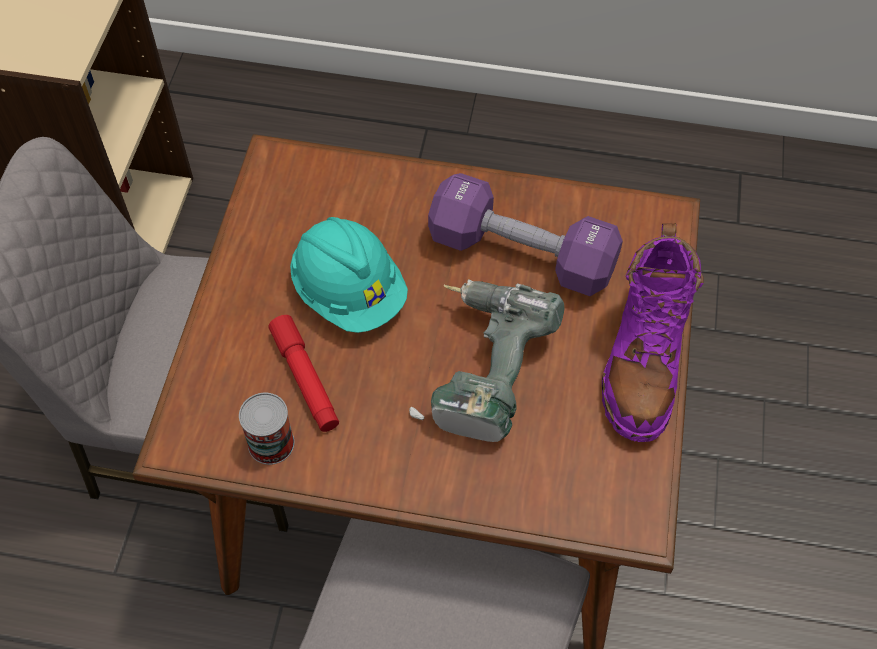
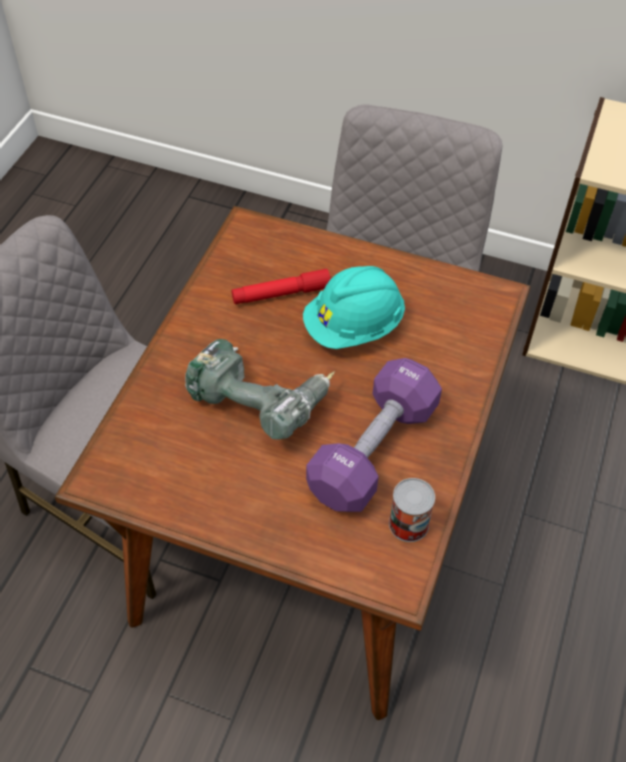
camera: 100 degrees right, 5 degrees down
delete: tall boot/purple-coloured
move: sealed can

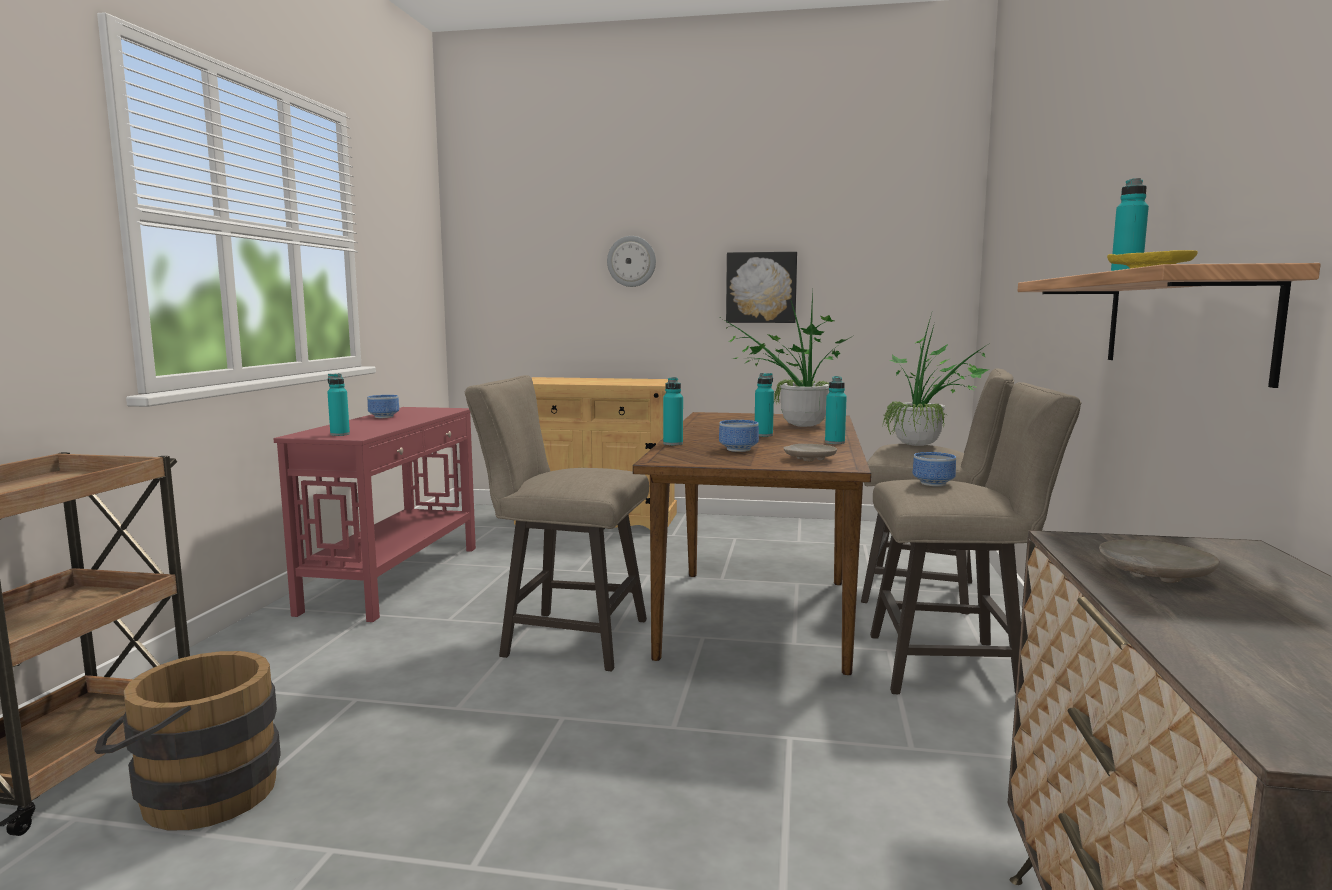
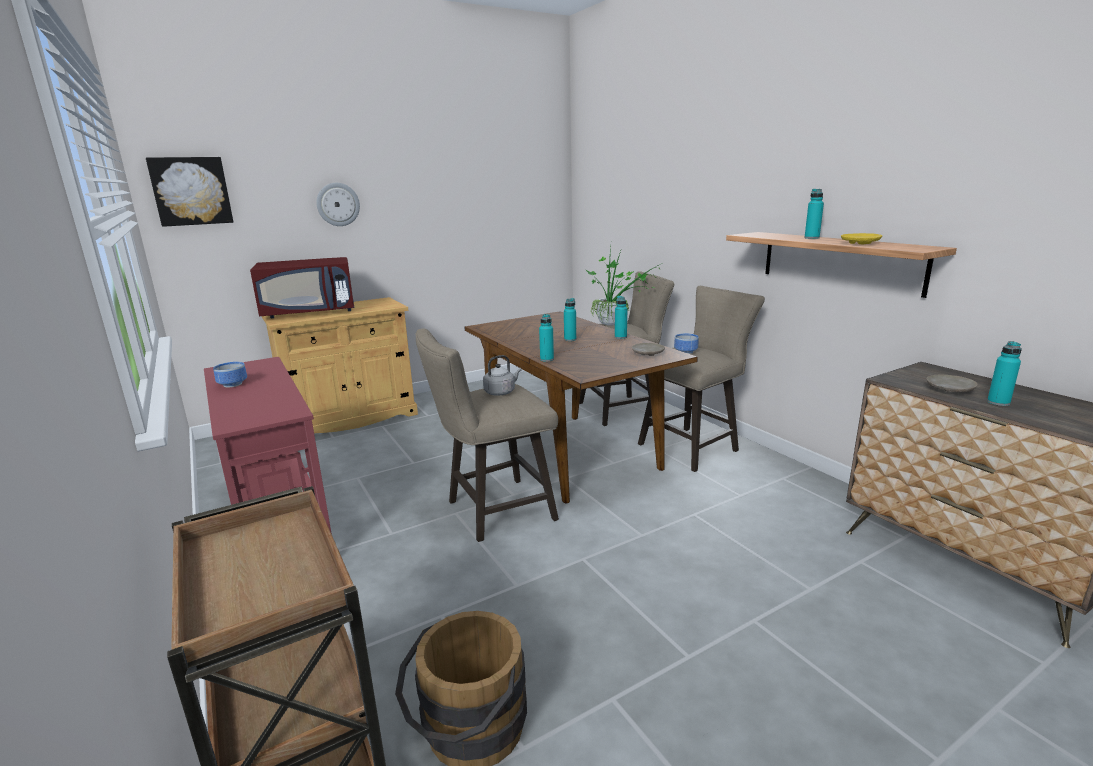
camera: 40 degrees left, 10 degrees up
delete: houseplant (1st from left); bowl (2nd from left)
insert: microwave oven/red; tea kettle/greyish
move: wall picture; beverage bottle/blue-green (1st from left in the first image) to beverage bottle/blue-green (5th from left)

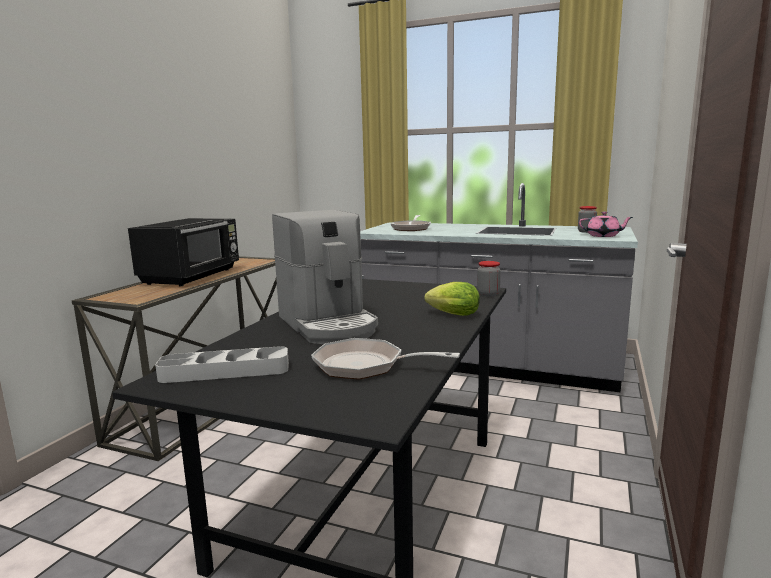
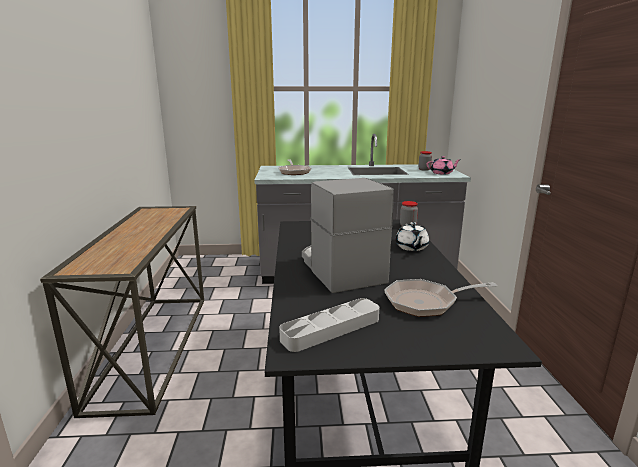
camera: 25 degrees left, 5 degrees up
delete: microwave oven/black-coloured
replace: head of lettuce to teapot/whitish
rotate: coffee machine 150 degrees counterclockwise

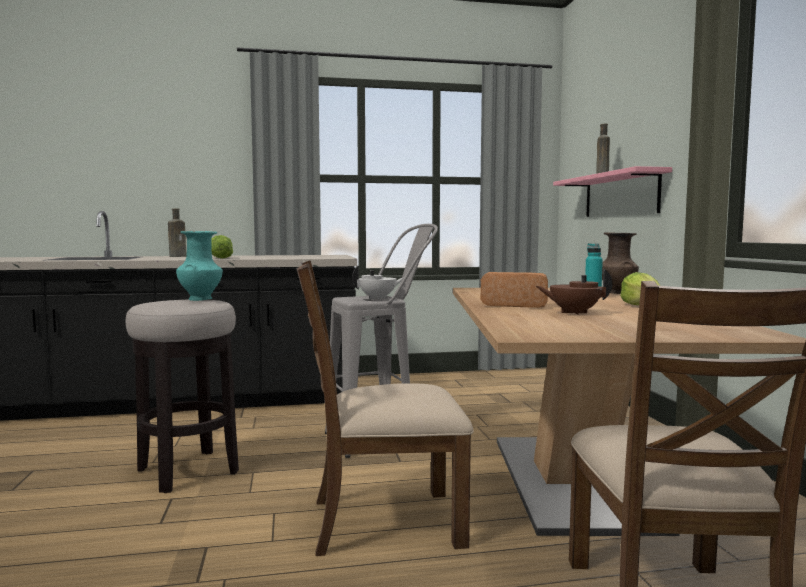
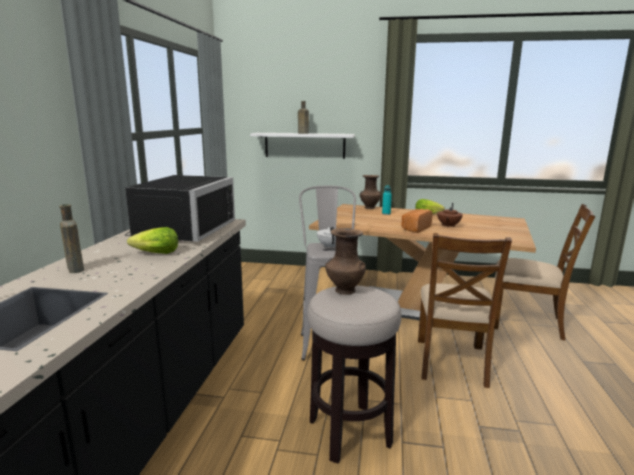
camera: 70 degrees left, 10 degrees up
insert: microwave oven/black-coloured
recolor: bracket shelf/pink-coloured to bracket shelf/whitish; flower vase/blue-green to flower vase/brown (1st from left)

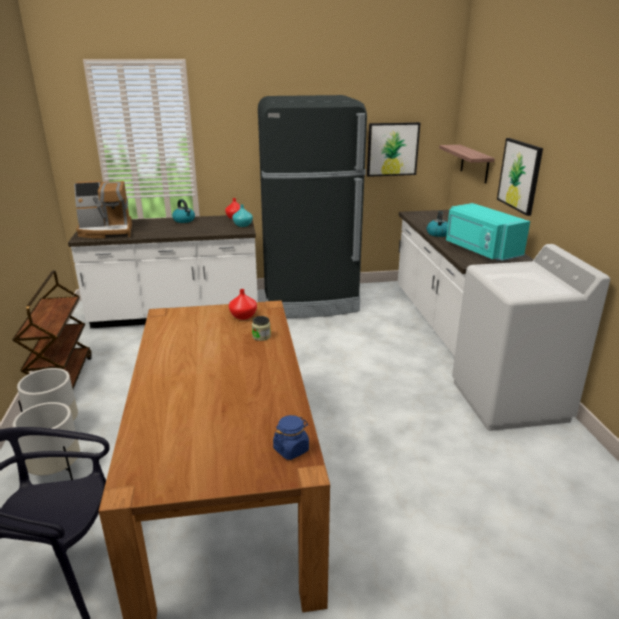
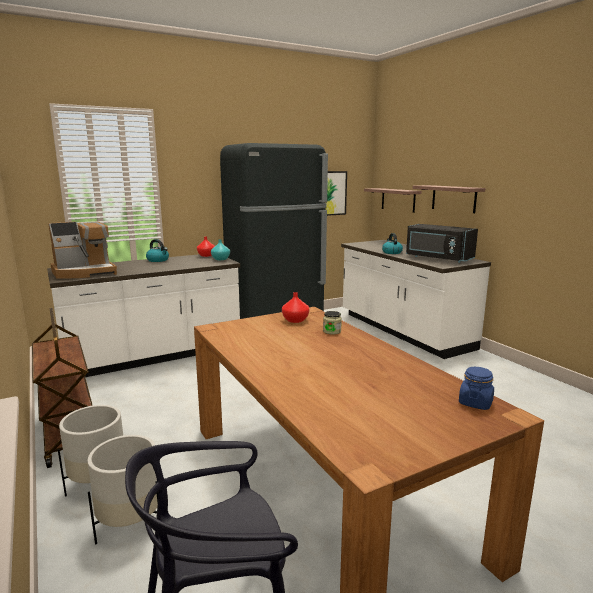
camera: 20 degrees left, 10 degrees down
delete: washing machine/whitish
replace: wall picture (2nd from left) to bracket shelf (2nd from left)
recolor: microwave oven/blue-green to microwave oven/black-coloured

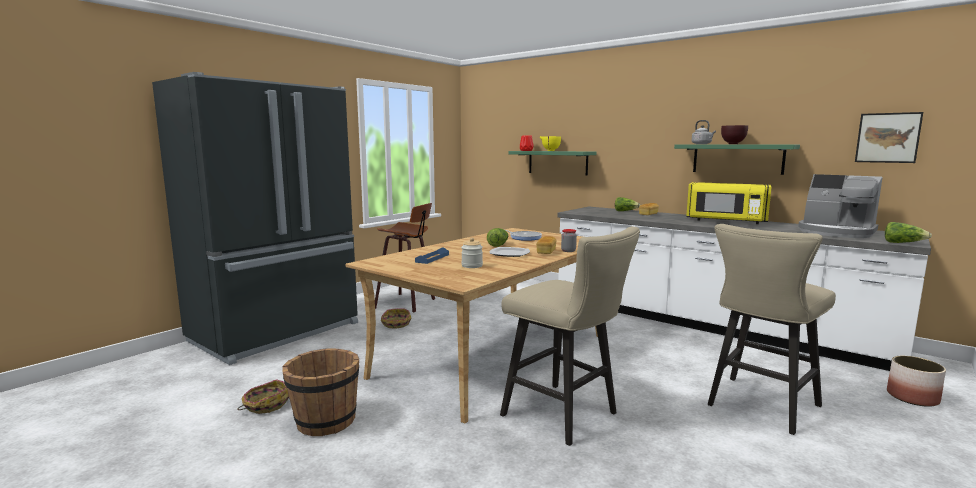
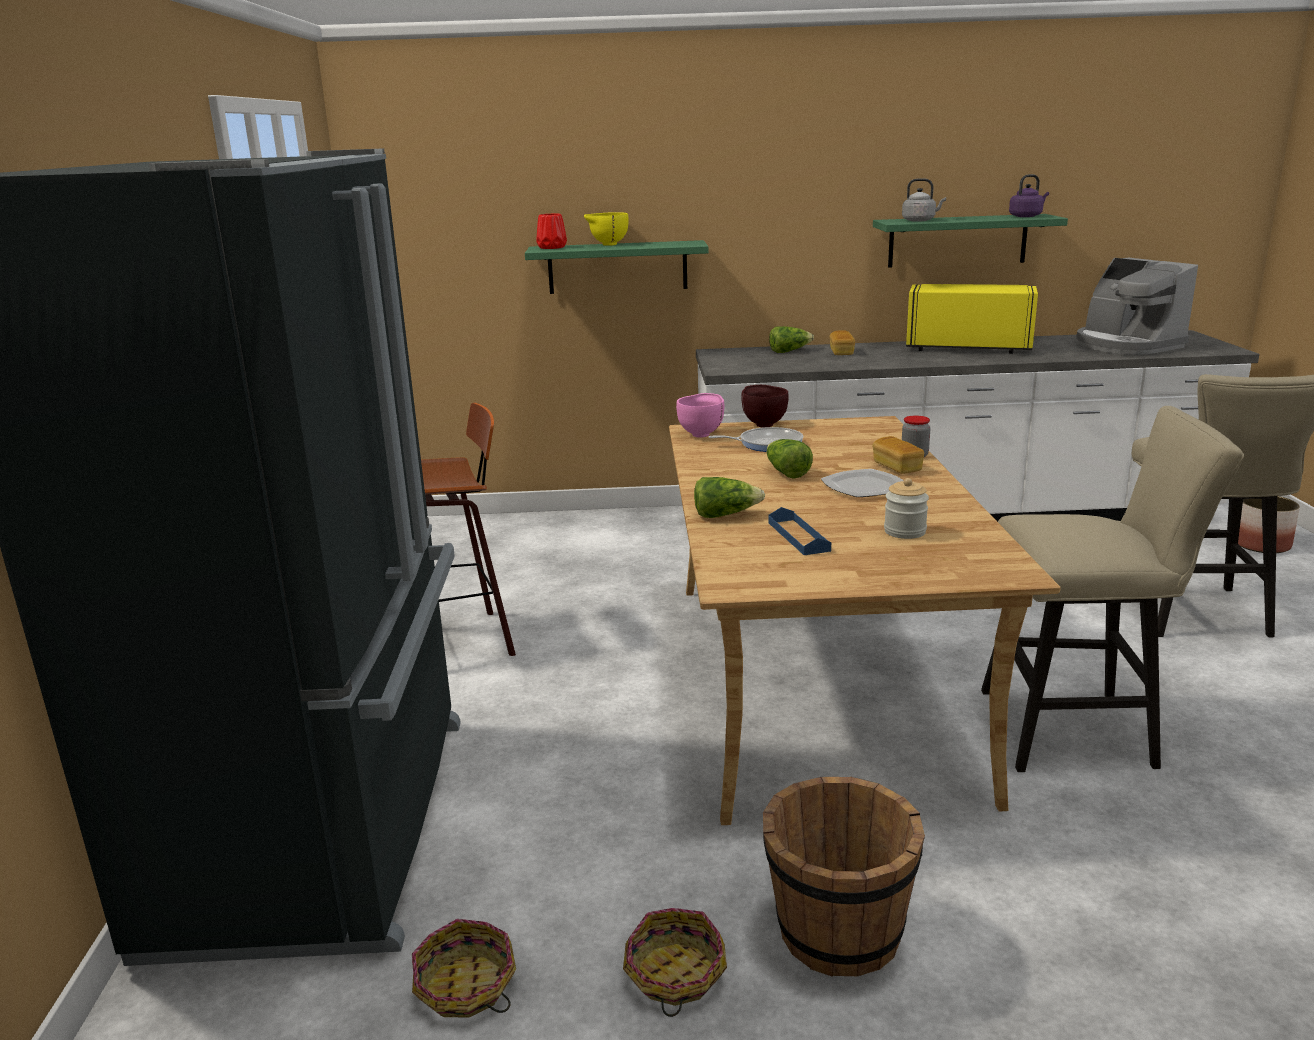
camera: 40 degrees left, 10 degrees up
delete: wall picture
insert: tea kettle/purple-coloured; bowl/pink-coloured
move: bowl/brown; head of lettuce (3rd from left in the first image) to head of lettuce (1st from left); household basket (2nd from left in the first image) to household basket (1st from left)
rotate: coffee machine 60 degrees clockwise; microwave oven/yellowish 150 degrees counterclockwise

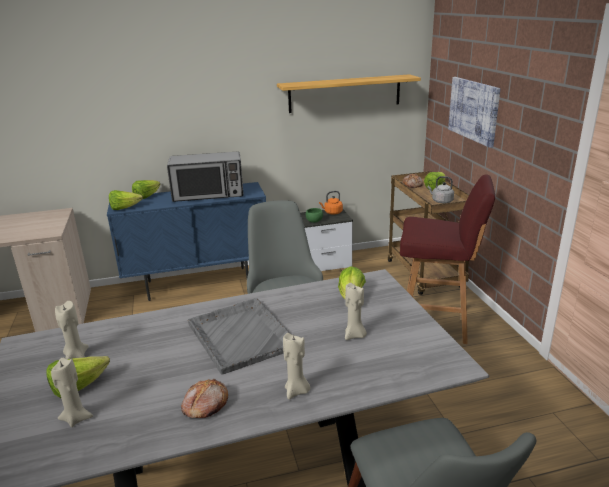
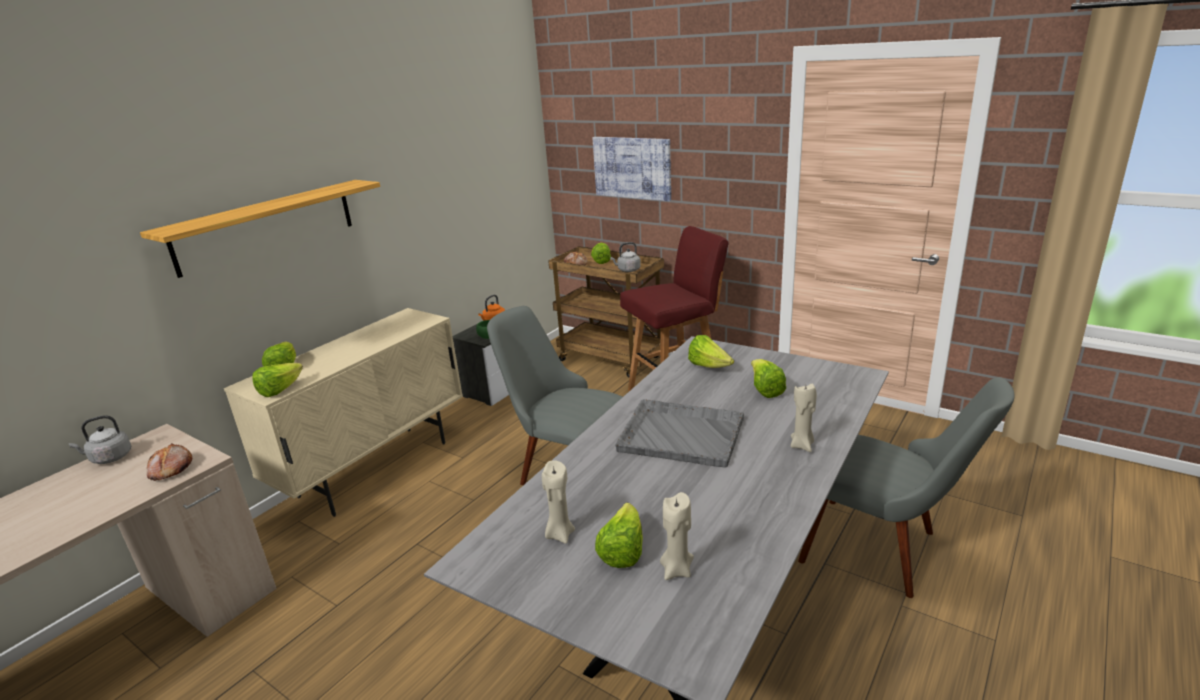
camera: 40 degrees left, 0 degrees up
delete: microwave oven
insert: tea kettle/greyish (1st from left)
move: bracket shelf; baked bread (1st from left)
replace: candle/beige (4th from left) to head of lettuce (6th from left)
recolor: cupboard/bluish to cupboard/beige

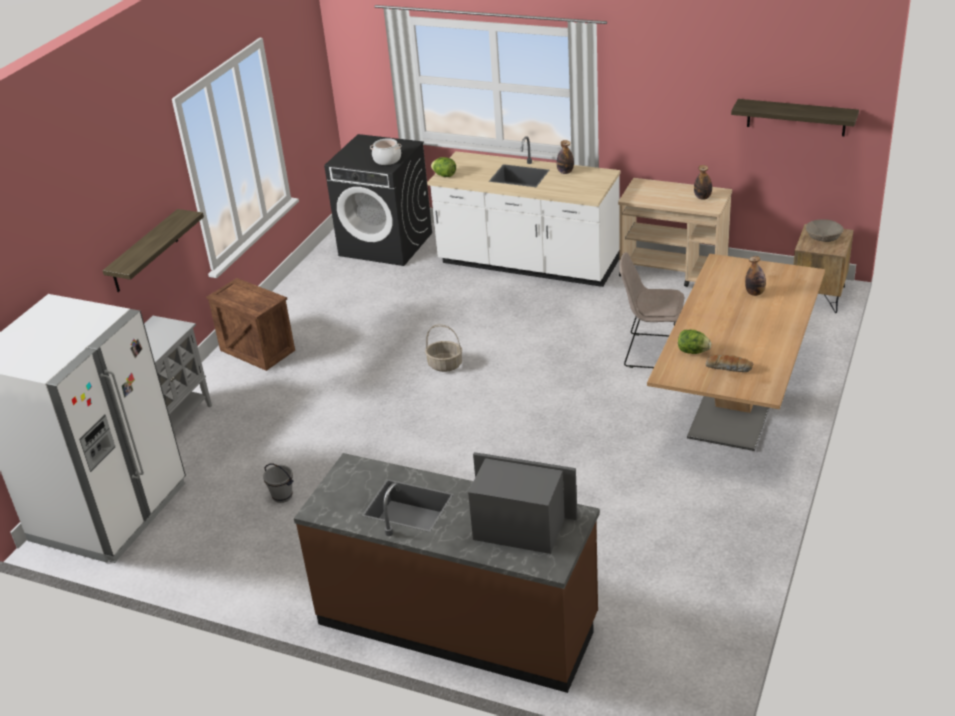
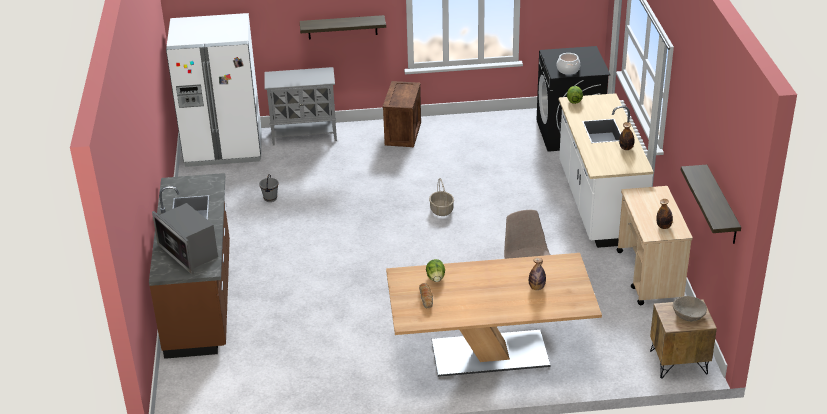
camera: 60 degrees right, 0 degrees up
rotate: microwave oven 150 degrees clockwise

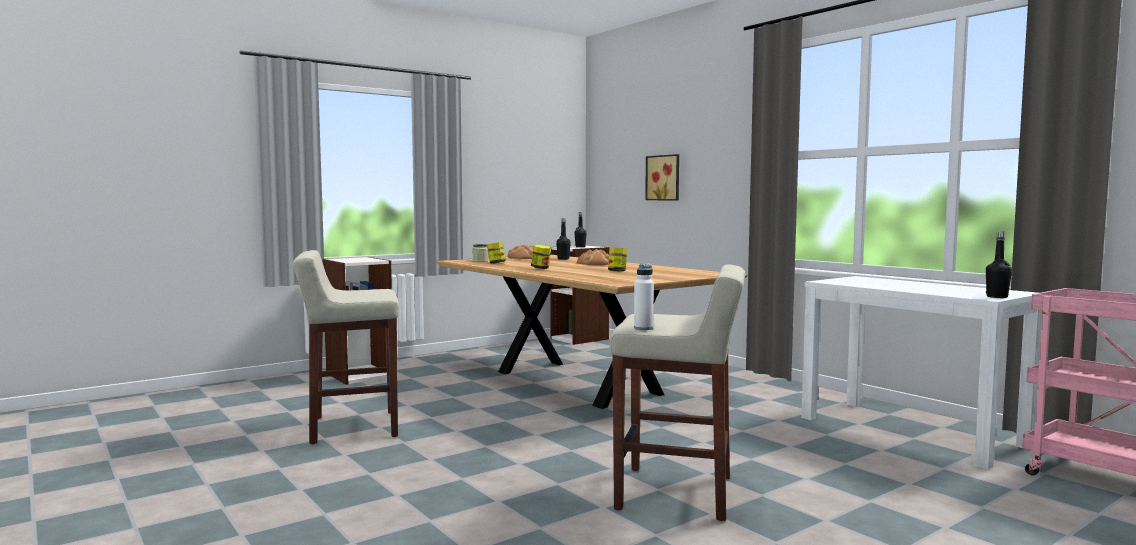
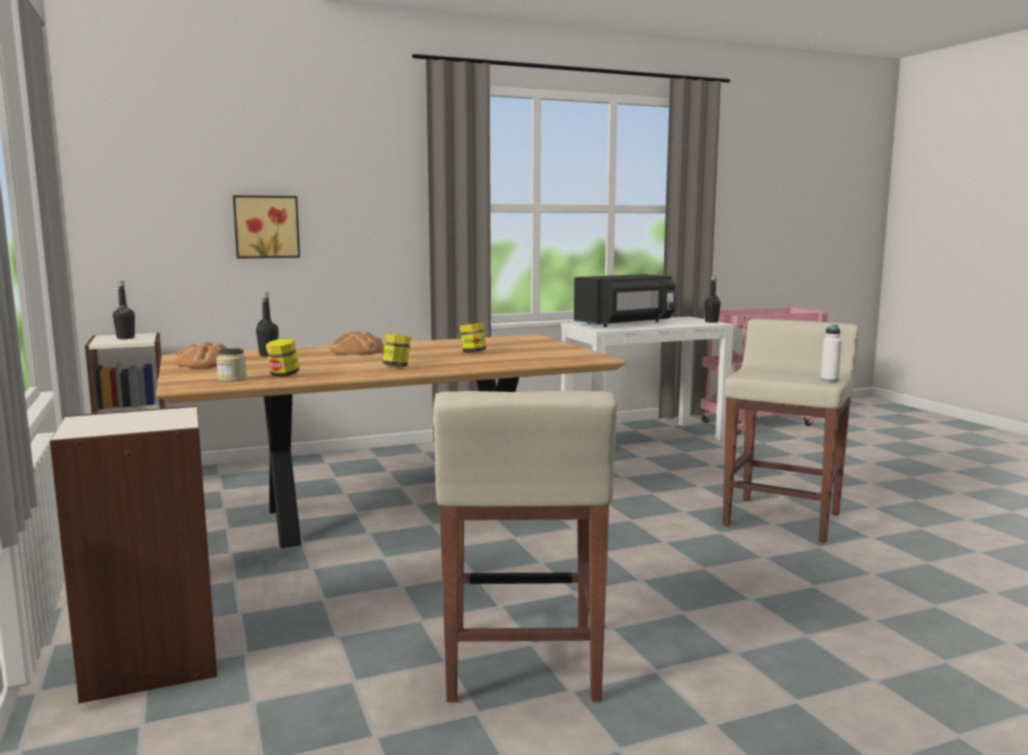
camera: 75 degrees left, 5 degrees up
insert: microwave oven/black-coloured

